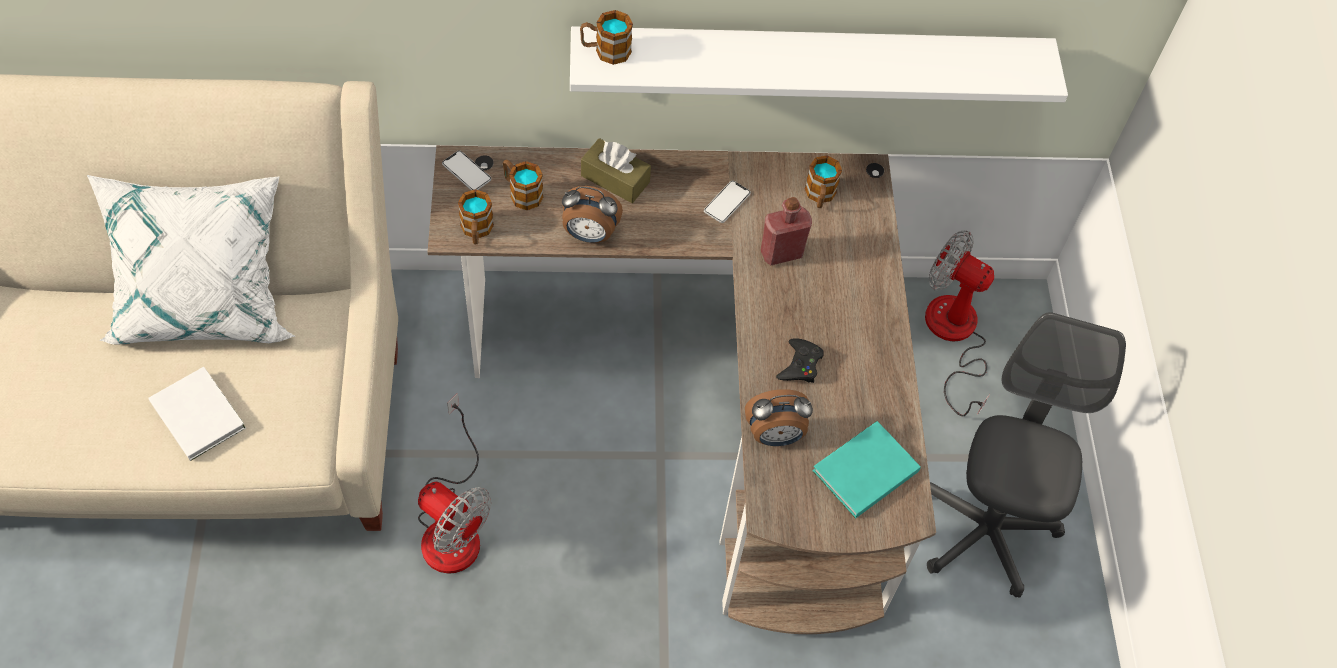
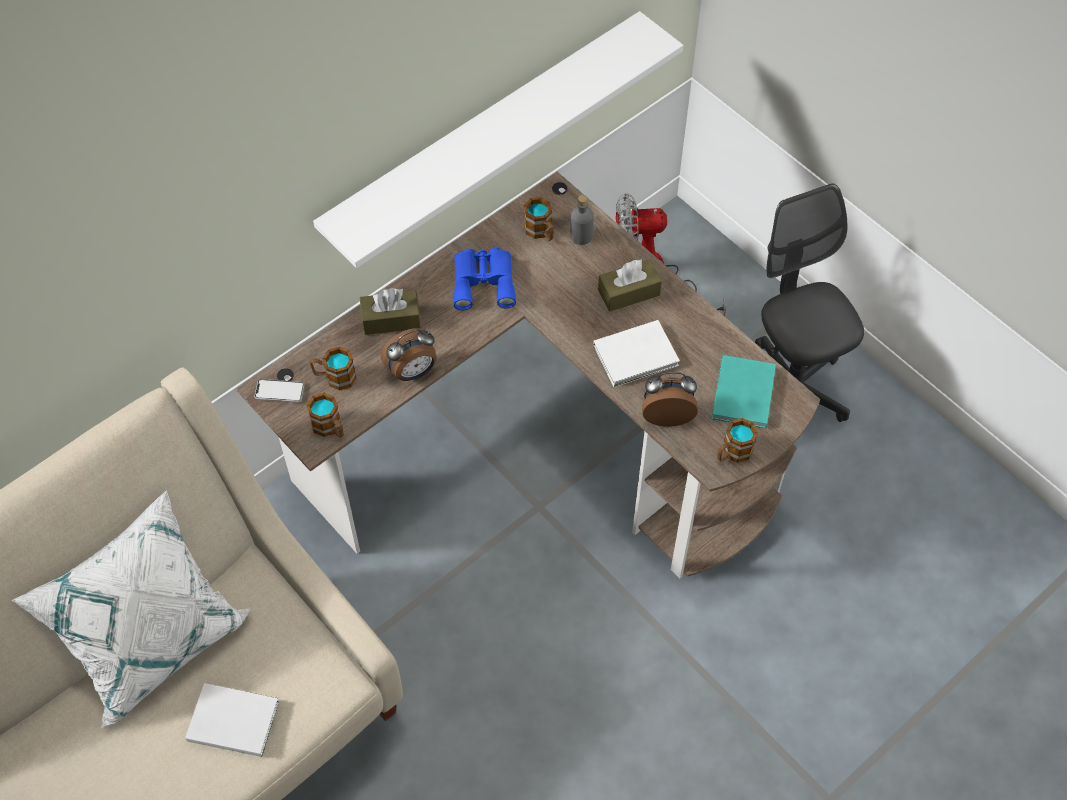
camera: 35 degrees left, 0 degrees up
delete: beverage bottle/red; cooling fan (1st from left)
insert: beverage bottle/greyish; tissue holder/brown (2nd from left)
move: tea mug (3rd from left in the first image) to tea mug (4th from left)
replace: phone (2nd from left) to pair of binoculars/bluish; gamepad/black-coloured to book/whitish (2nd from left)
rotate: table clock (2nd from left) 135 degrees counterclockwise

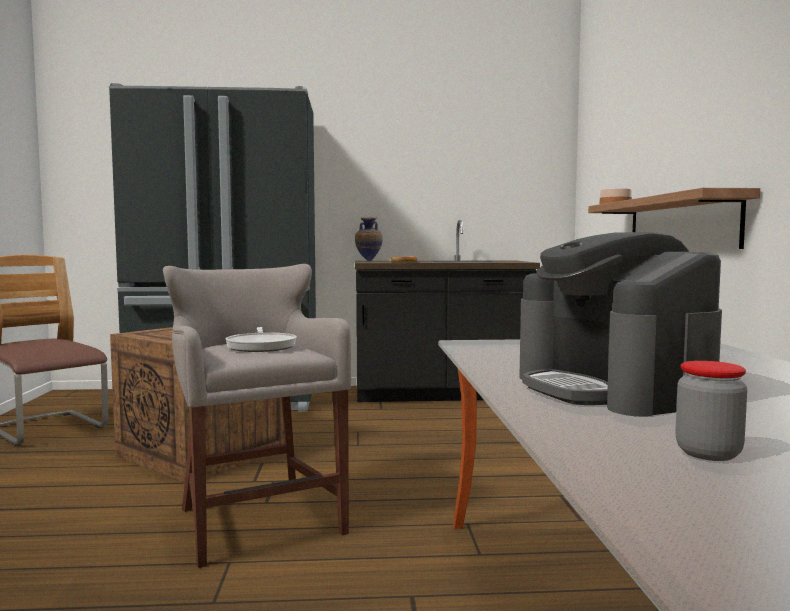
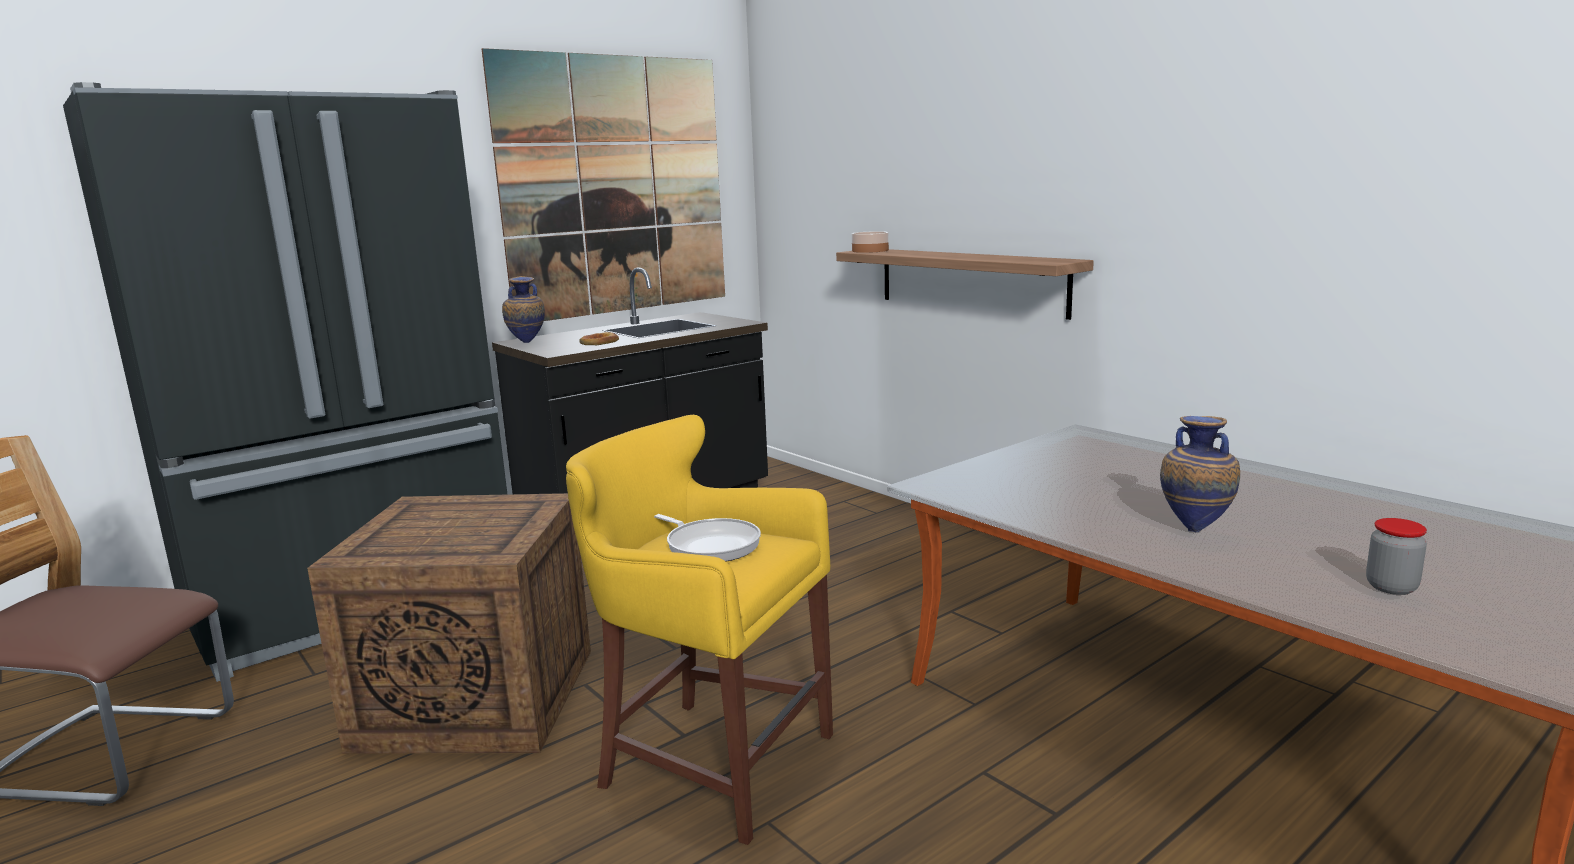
camera: 35 degrees left, 10 degrees up
insert: wall picture
replace: coffee machine to flower vase (2nd from left)
recolor: stool seat/greyish to stool seat/yellowish

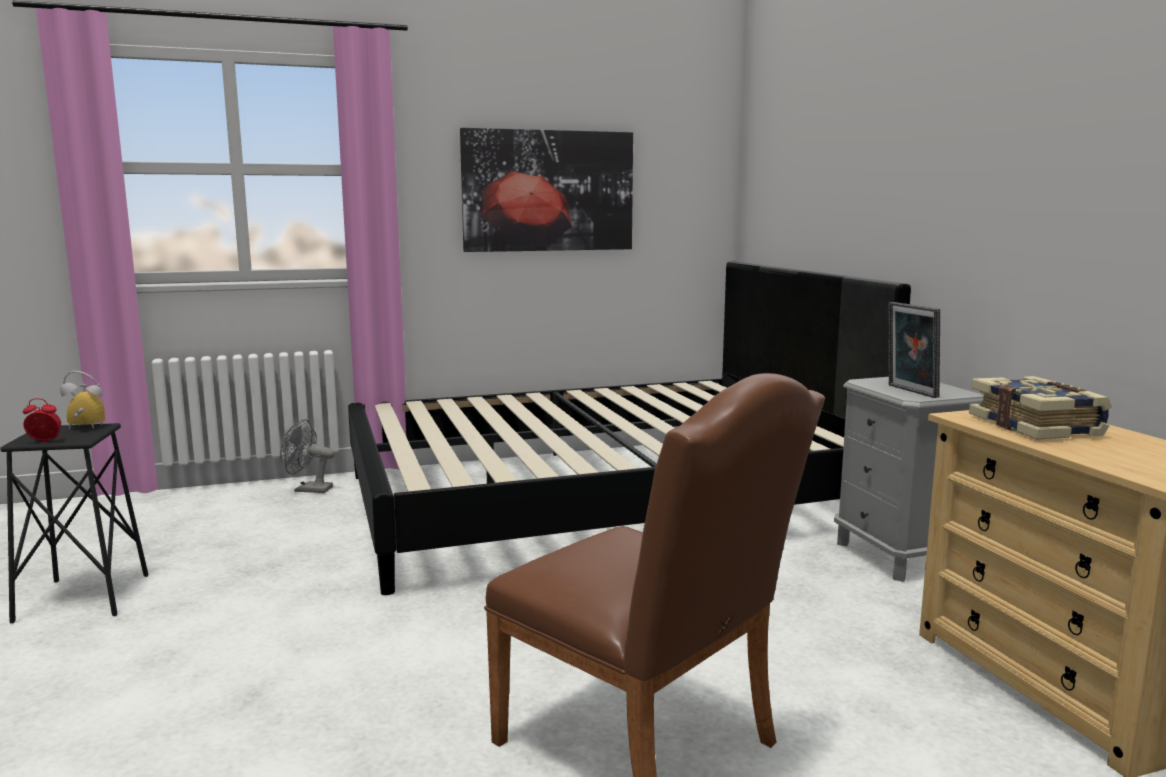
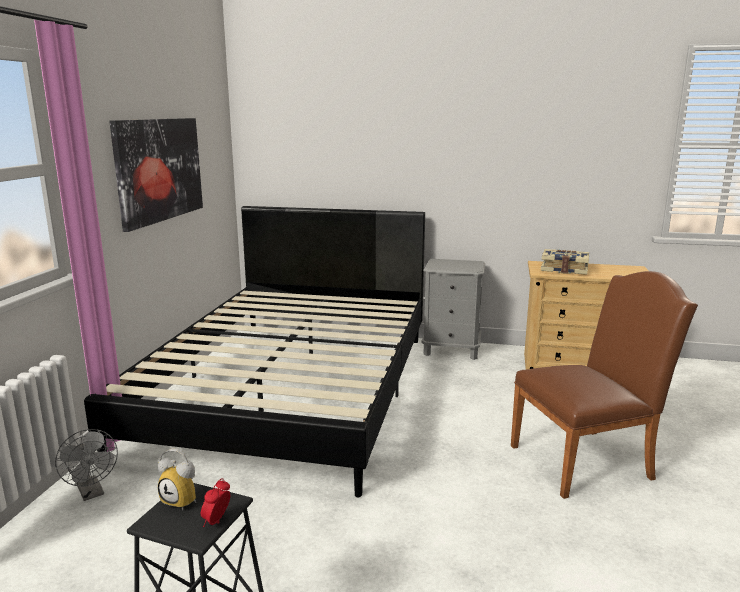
camera: 60 degrees left, 5 degrees up
delete: picture frame
rotate: table clock (2nd from left in the first image) 90 degrees counterclockwise; cooling fan/greyish 75 degrees counterclockwise

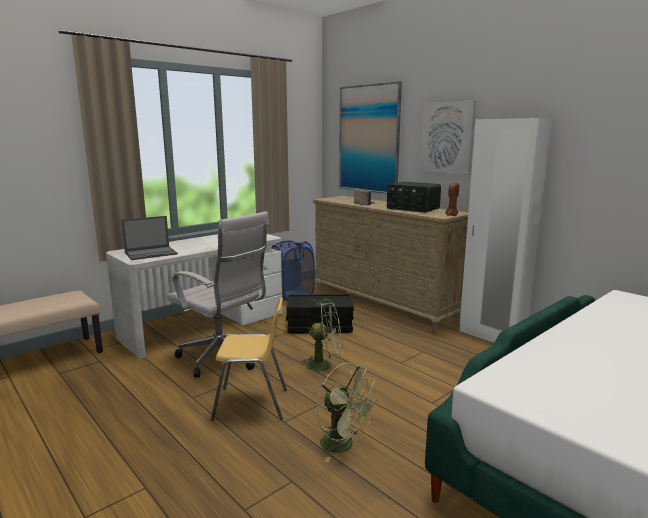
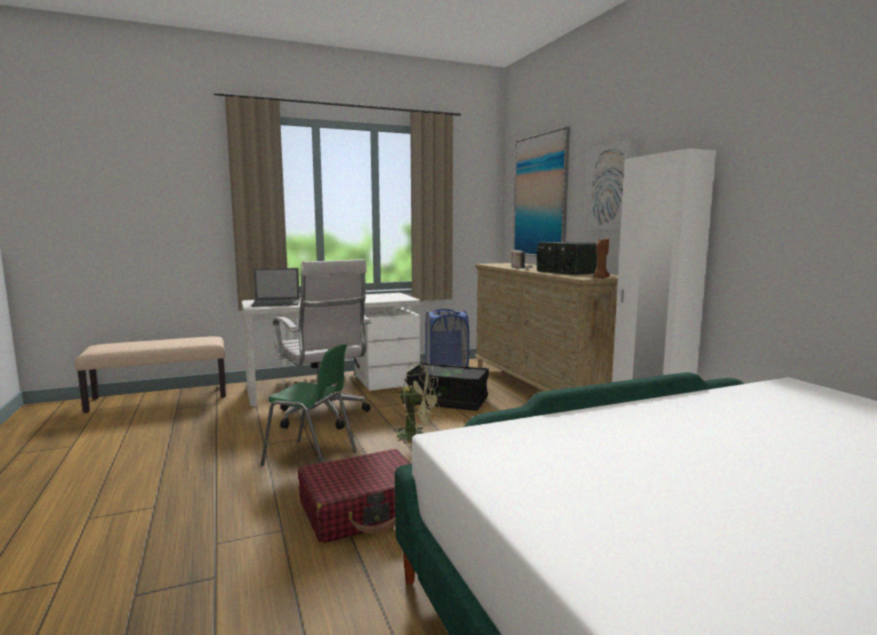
camera: 20 degrees right, 5 degrees down
replace: cooling fan/green (2nd from left) to piece of luggage/red
recolor: upright chair/yellowish to upright chair/green

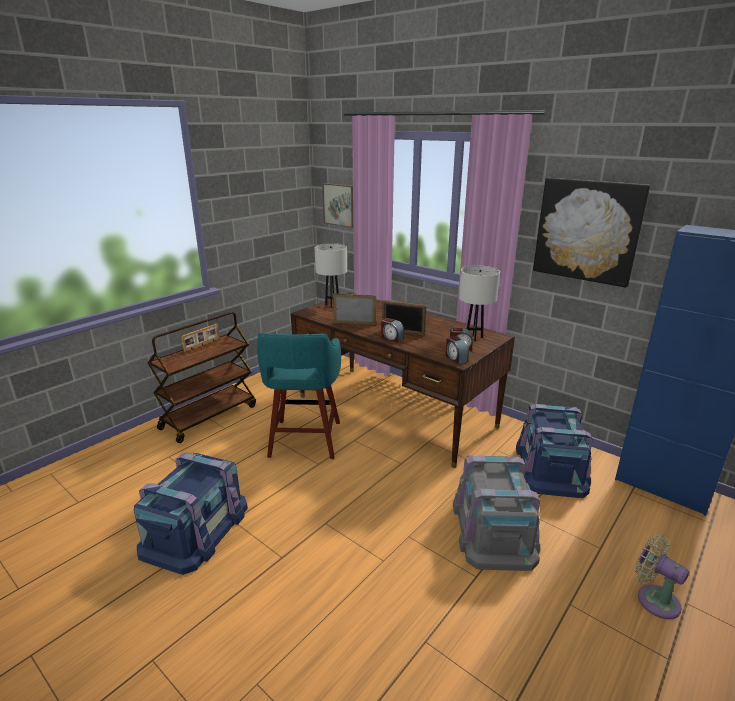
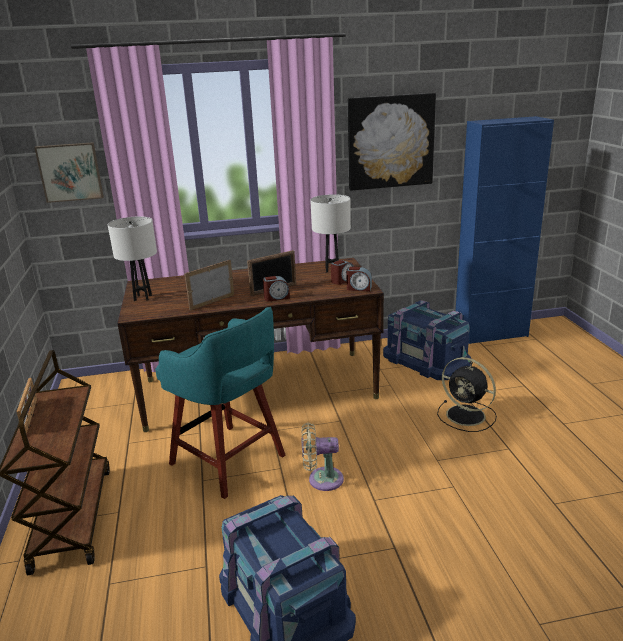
camera: 50 degrees left, 0 degrees up
move: cooling fan/beige
replace: storage container/greyish to cooling fan/black-coloured

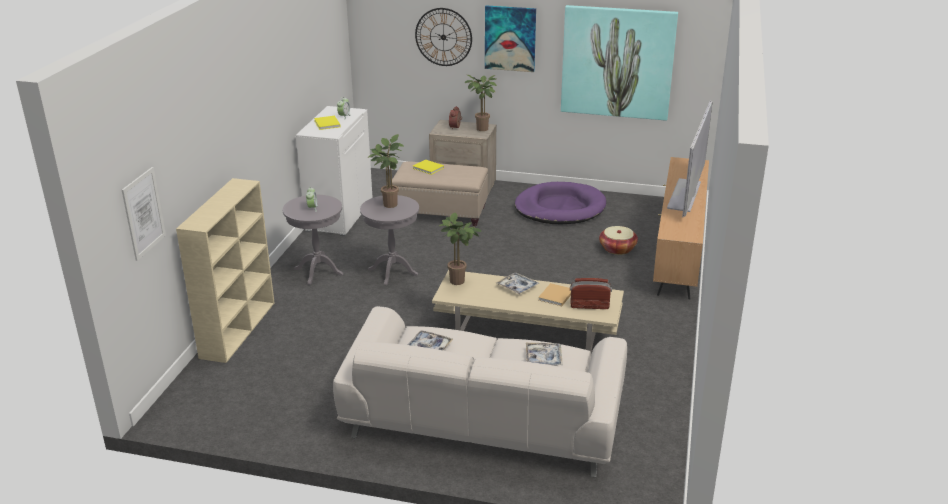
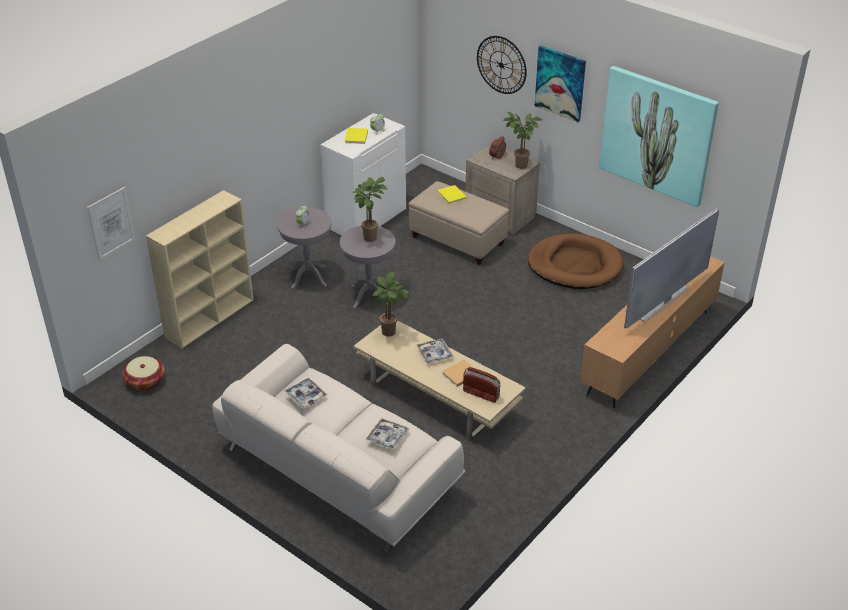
camera: 25 degrees right, 10 degrees up
move: household basket
recolor: pet bed/purple-coloured to pet bed/brown

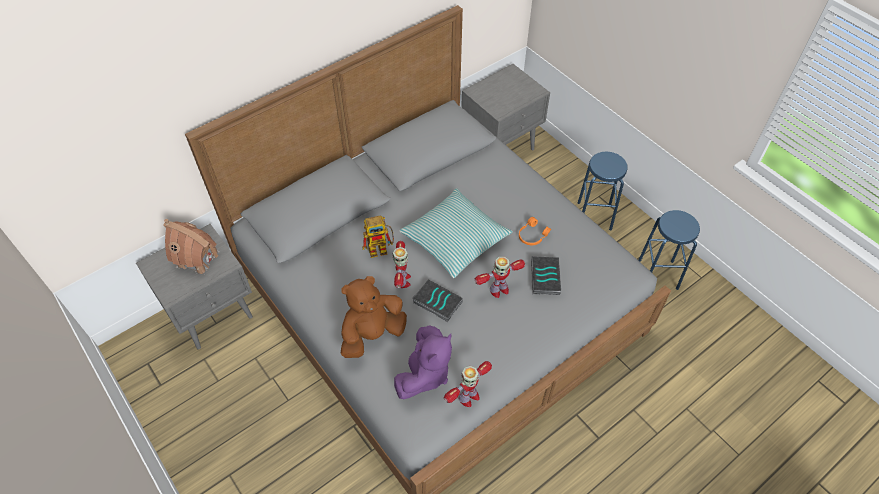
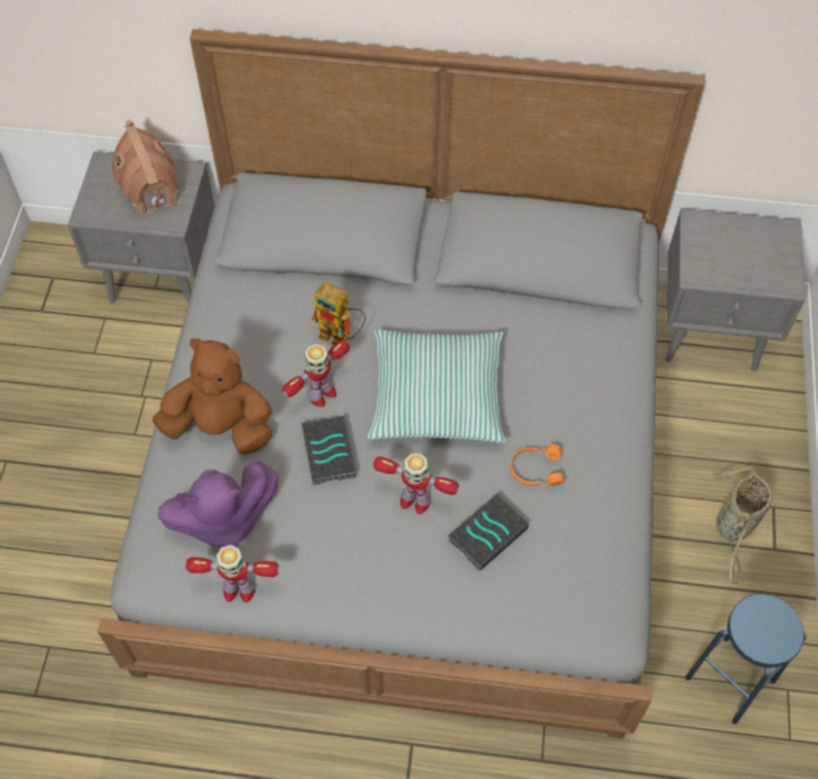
camera: 45 degrees right, 5 degrees up
replace: stool seat/bluish (1st from left) to household basket

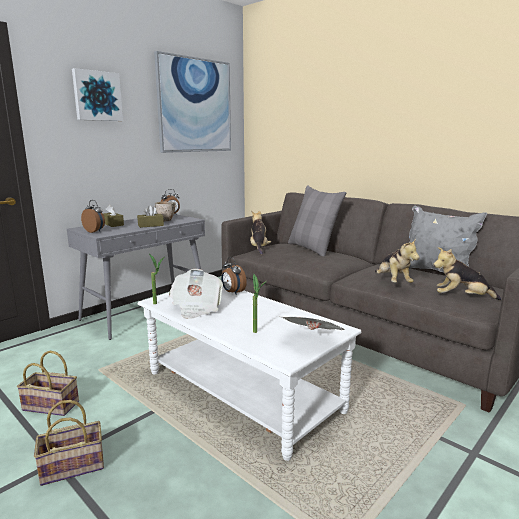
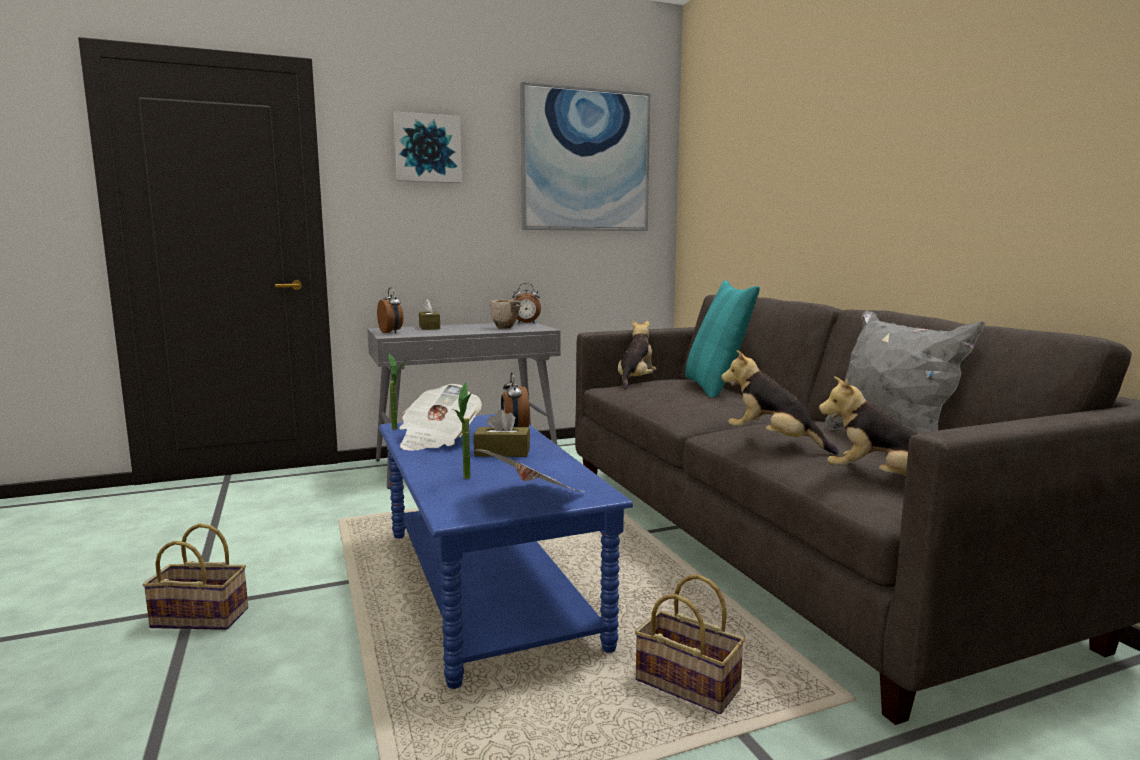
camera: 25 degrees right, 5 degrees down
move: tissue holder/brown (2nd from left); household basket (1st from left in the first image) to household basket (2nd from left)
recolor: cushion/greyish (1st from left) to cushion/blue-green; lounge table/whitish to lounge table/bluish
rotate: soft toy (2nd from left) 120 degrees clockwise

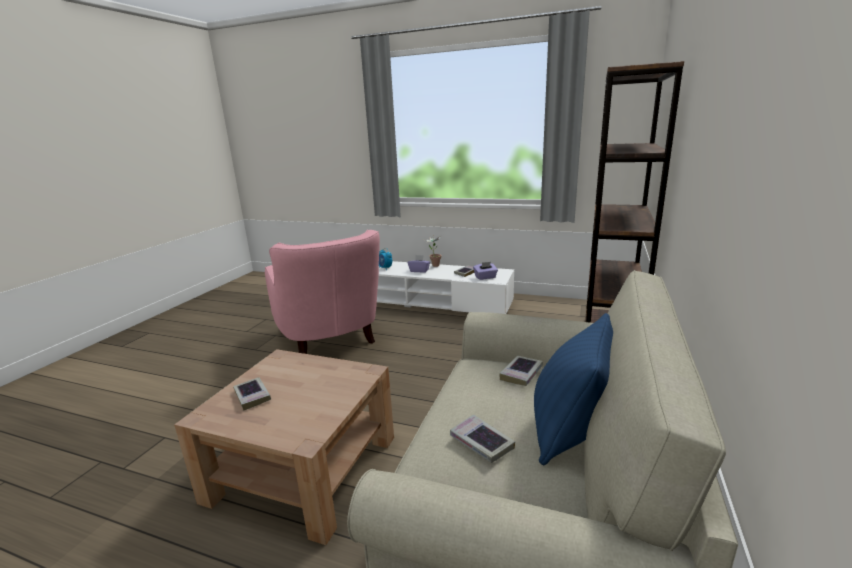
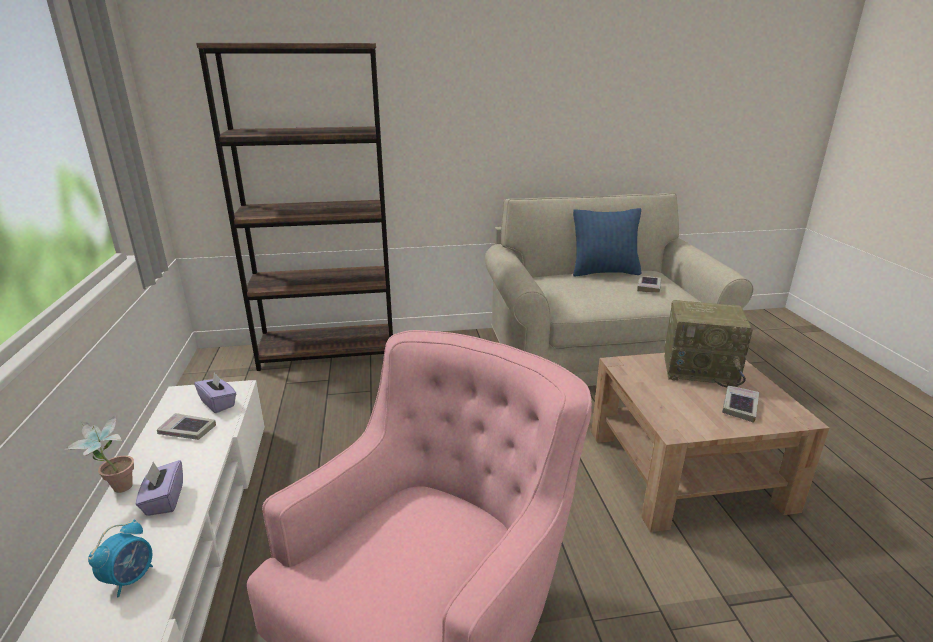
camera: 120 degrees left, 5 degrees up
delete: book (4th from left)
insert: radio receiver

